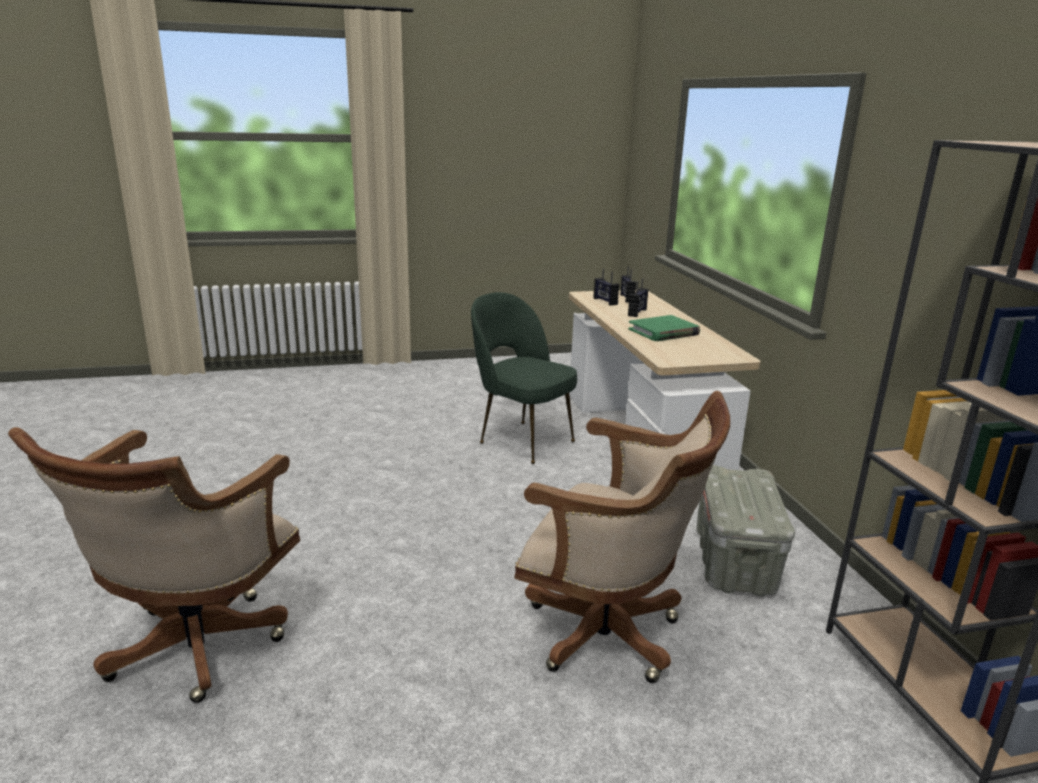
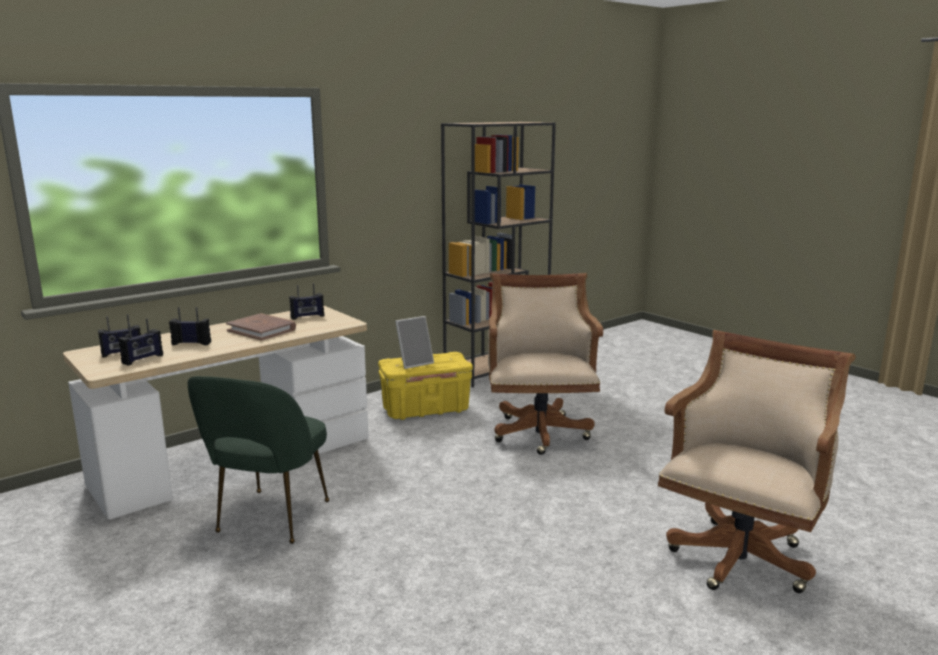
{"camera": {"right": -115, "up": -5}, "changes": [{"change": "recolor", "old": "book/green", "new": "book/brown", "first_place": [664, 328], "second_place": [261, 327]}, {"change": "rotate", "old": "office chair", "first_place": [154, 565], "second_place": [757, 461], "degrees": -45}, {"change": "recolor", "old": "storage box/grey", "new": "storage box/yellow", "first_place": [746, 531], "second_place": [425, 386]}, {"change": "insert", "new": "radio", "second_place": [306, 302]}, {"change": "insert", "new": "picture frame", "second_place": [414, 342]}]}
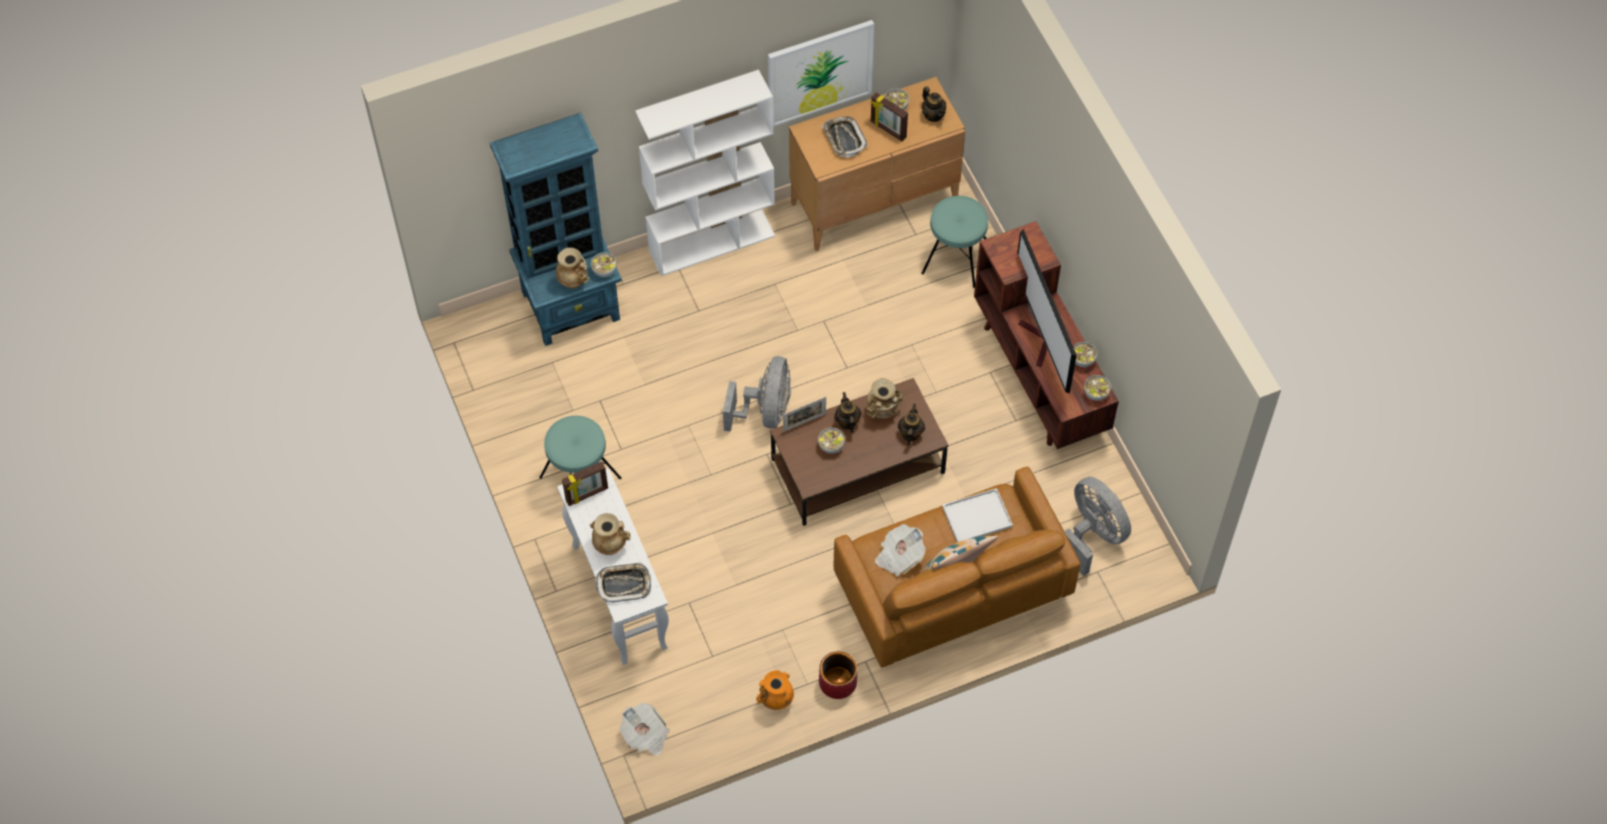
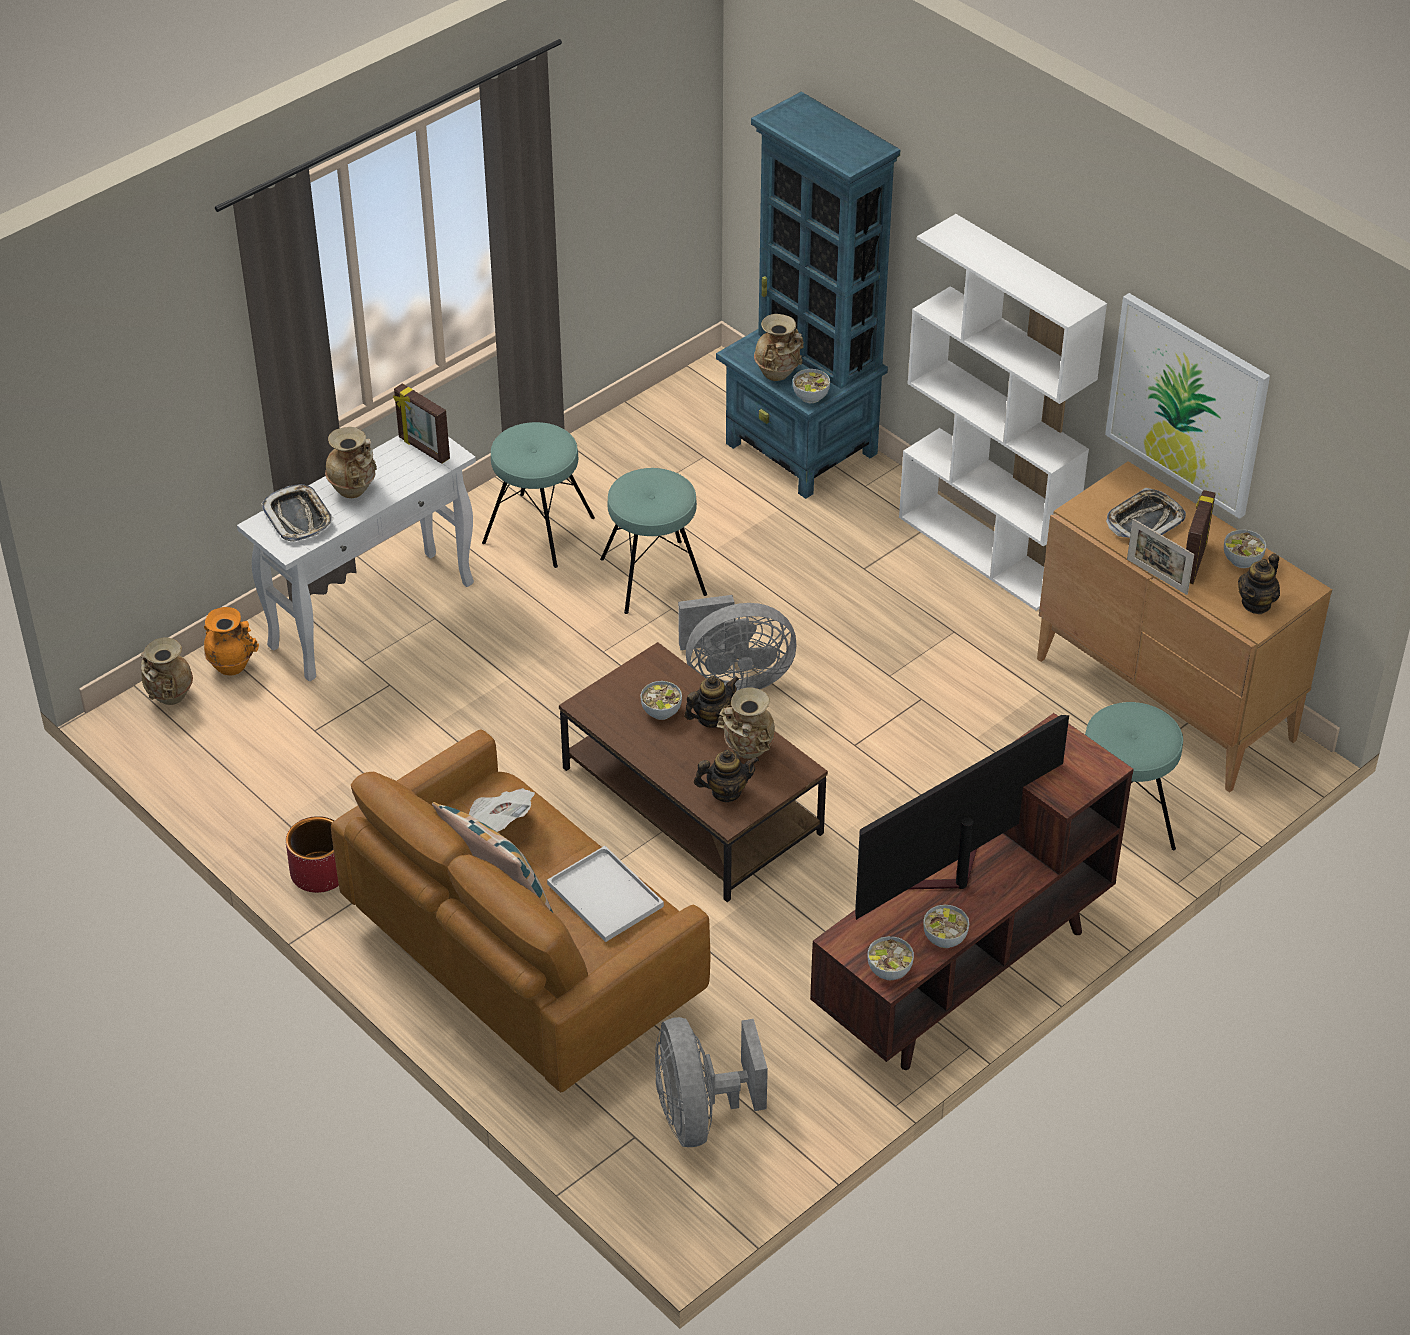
{"camera": {"right": 70, "up": -15}, "changes": [{"change": "move", "old": "picture frame", "first_place": [804, 414], "second_place": [1160, 557]}, {"change": "rotate", "old": "fan/grey", "first_place": [1097, 526], "second_place": [711, 1082], "degrees": 135}, {"change": "move", "old": "vase/orange", "first_place": [775, 690], "second_place": [231, 641]}, {"change": "replace", "old": "newspaper", "new": "vase/beige", "first_place": [645, 729], "second_place": [167, 671]}, {"change": "insert", "new": "stool/turquoise", "second_place": [653, 541]}]}
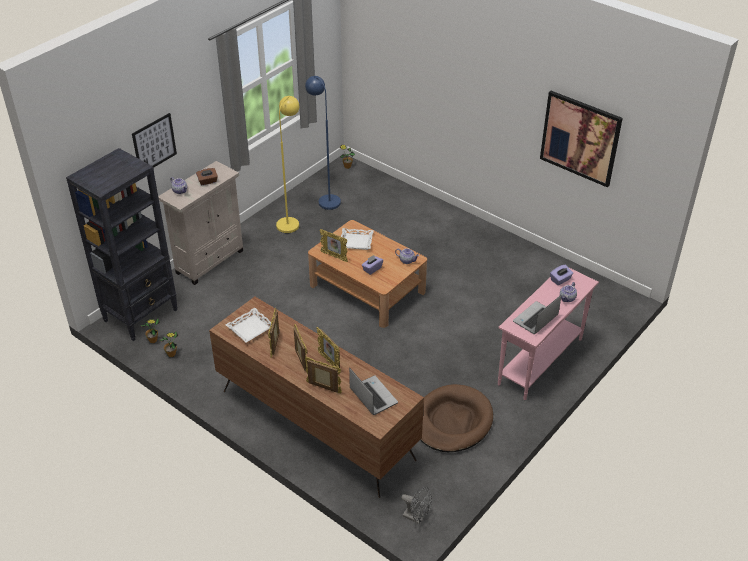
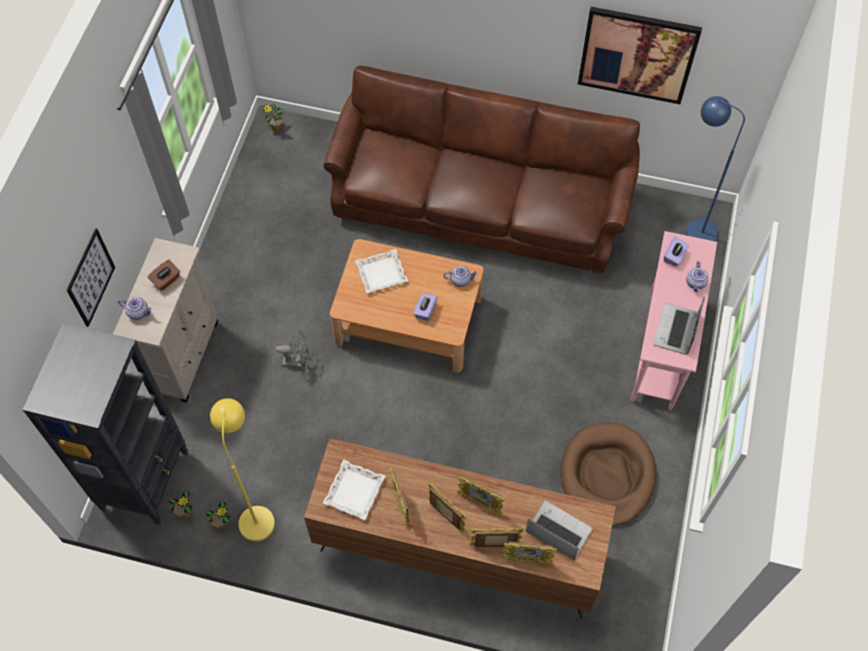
{"camera": {"right": -25, "up": 20}, "changes": [{"change": "move", "old": "floor lamp/blue", "first_place": [323, 143], "second_place": [715, 169]}, {"change": "move", "old": "floor lamp/yellow", "first_place": [287, 164], "second_place": [242, 470]}, {"change": "move", "old": "picture frame", "first_place": [334, 245], "second_place": [529, 553]}, {"change": "move", "old": "fan/grey", "first_place": [416, 505], "second_place": [292, 349]}, {"change": "insert", "new": "sofa/brown", "second_place": [482, 170]}]}
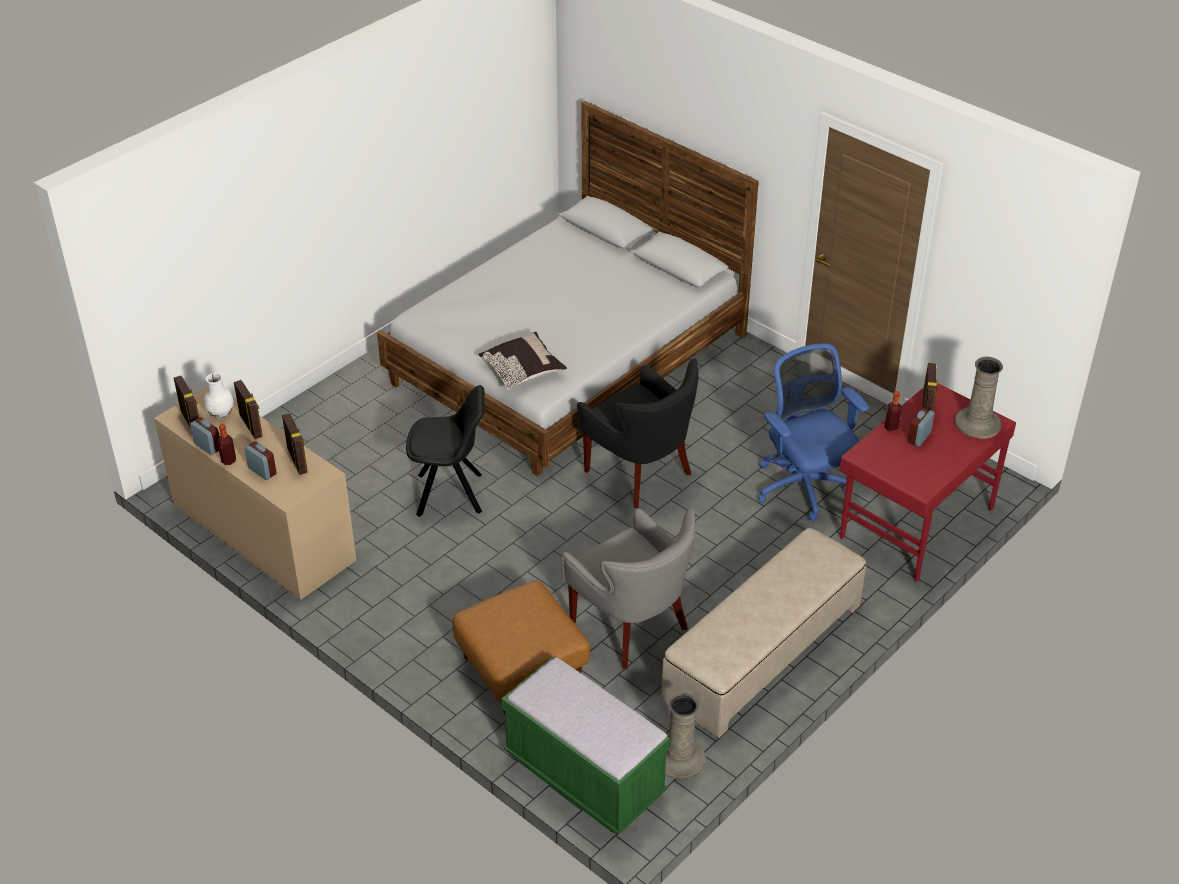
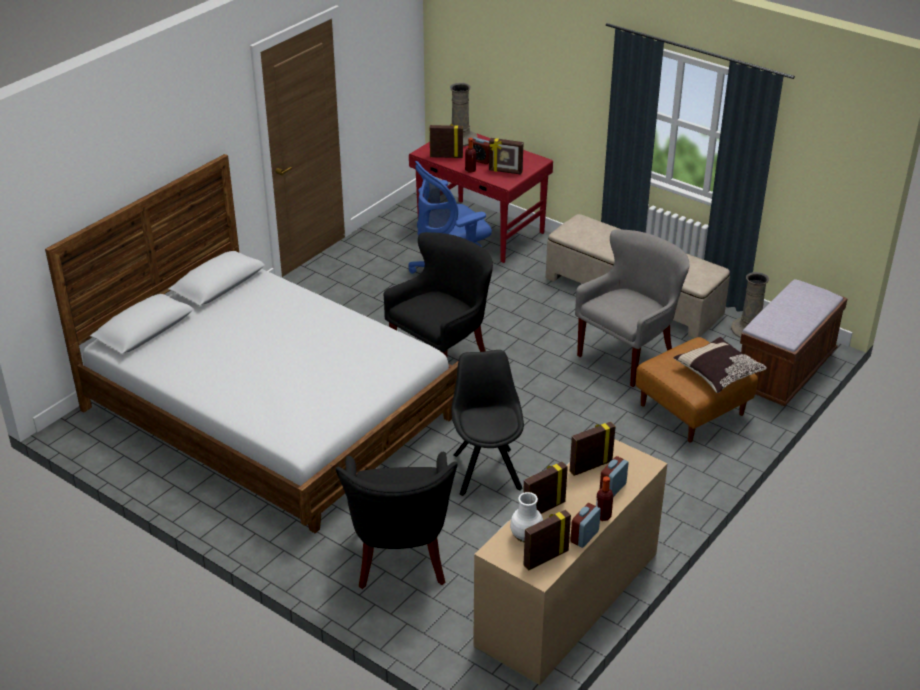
{"camera": {"right": -95, "up": -5}, "changes": [{"change": "move", "old": "pillow", "first_place": [522, 361], "second_place": [720, 365]}, {"change": "recolor", "old": "bench/green", "new": "bench/brown", "first_place": [585, 746], "second_place": [794, 342]}, {"change": "insert", "new": "picture frame", "second_place": [506, 156]}, {"change": "insert", "new": "armchair/black", "second_place": [397, 520]}]}
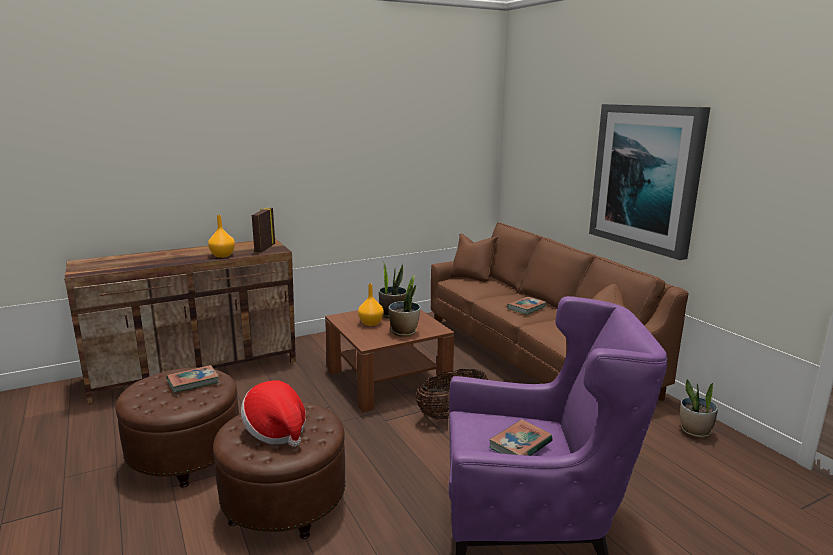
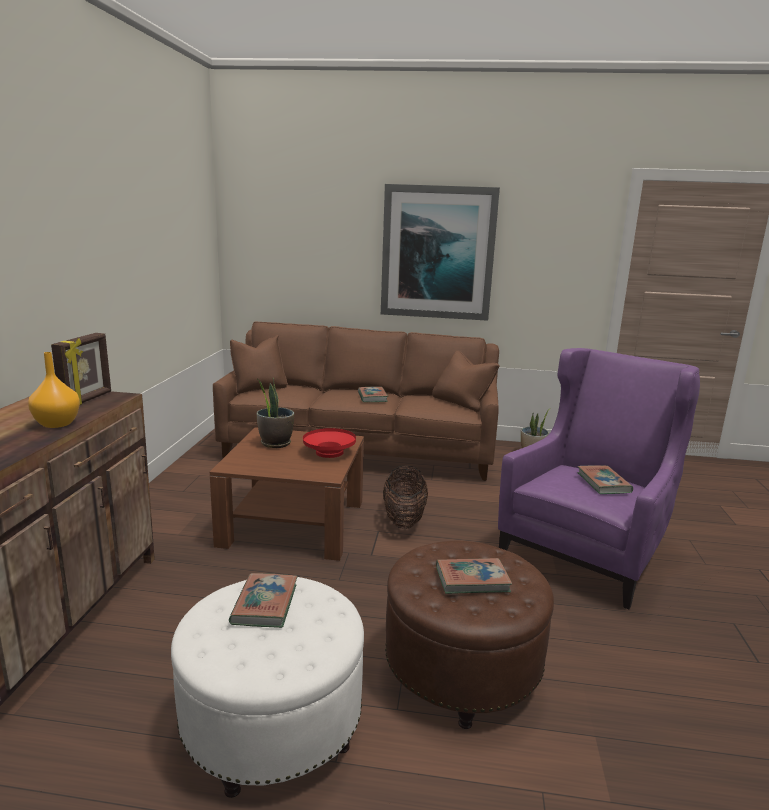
{"camera": {"right": -55, "up": 0}, "changes": [{"change": "rotate", "old": "picture frame", "first_place": [263, 230], "second_place": [81, 369], "degrees": -120}, {"change": "replace", "old": "potted plant", "new": "bowl/red", "first_place": [404, 306], "second_place": [329, 443]}, {"change": "delete", "old": "vase/orange", "first_place": [371, 305]}, {"change": "recolor", "old": "ottoman/brown", "new": "ottoman/white", "first_place": [177, 428], "second_place": [267, 687]}, {"change": "replace", "old": "hat", "new": "book", "first_place": [273, 413], "second_place": [474, 576]}]}
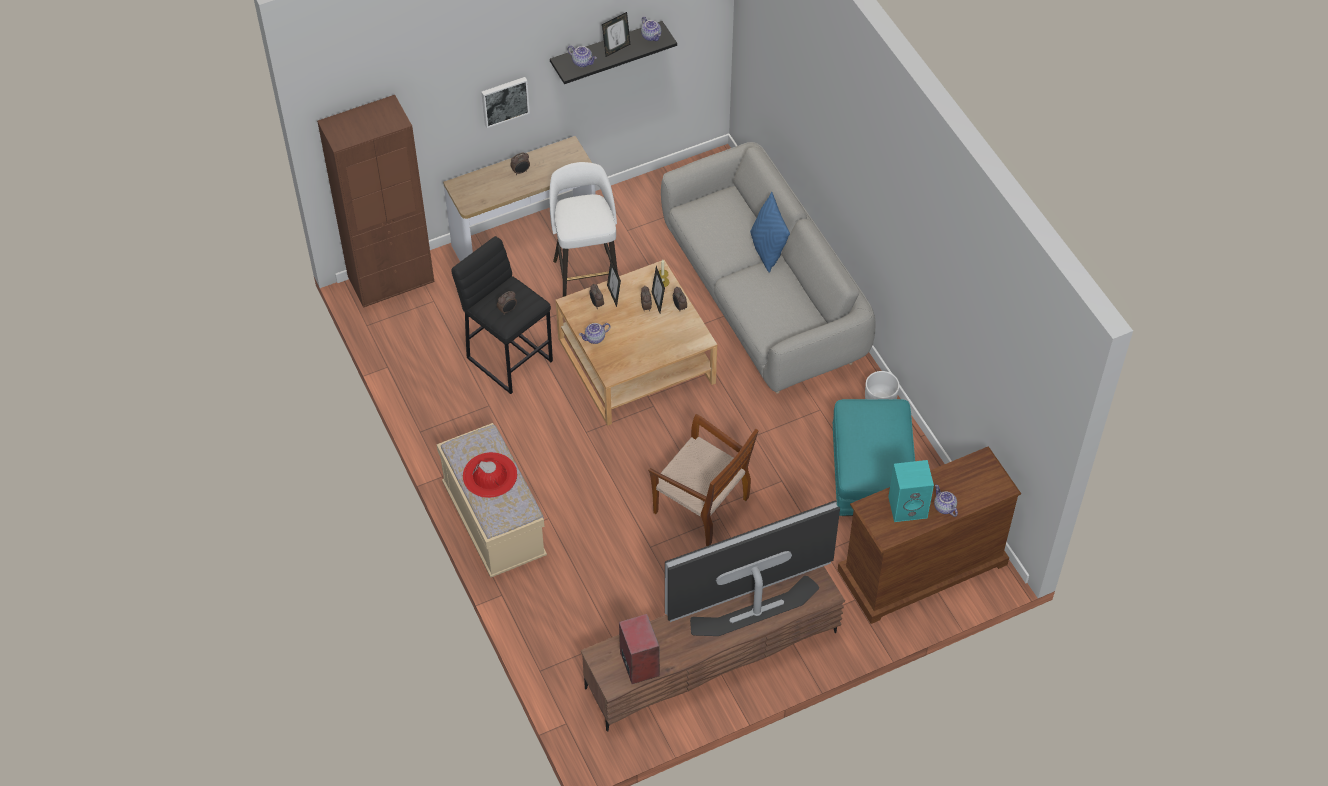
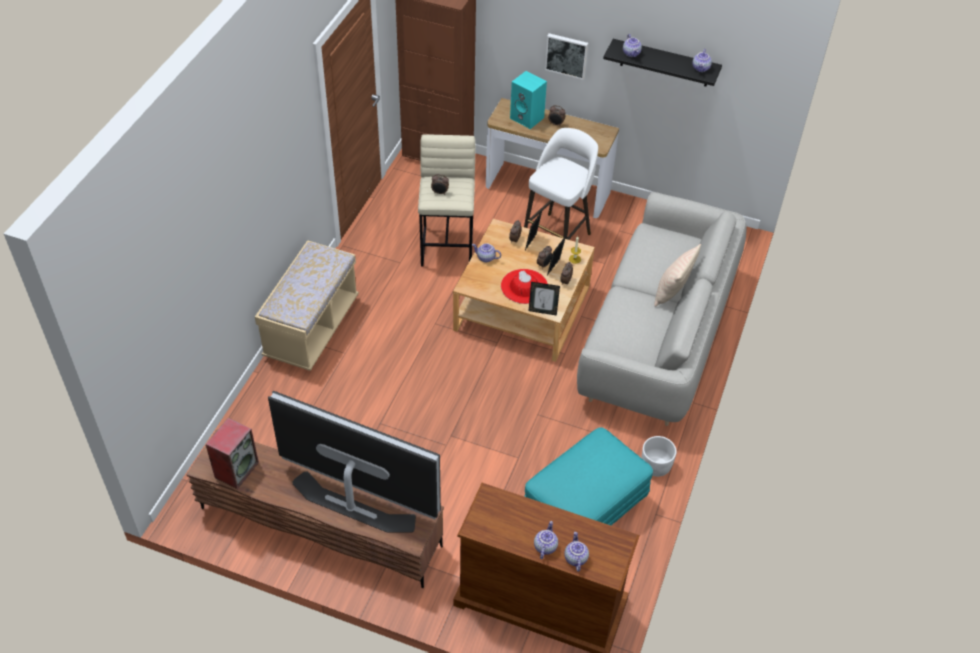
{"camera": {"right": 45, "up": -5}, "changes": [{"change": "move", "old": "picture frame", "first_place": [616, 34], "second_place": [544, 299]}, {"change": "recolor", "old": "pillow/blue", "new": "pillow/beige", "first_place": [770, 232], "second_place": [677, 275]}, {"change": "recolor", "old": "stool/black", "new": "stool/beige", "first_place": [502, 315], "second_place": [446, 200]}, {"change": "delete", "old": "armchair/brown", "first_place": [703, 480]}, {"change": "move", "old": "hat/red", "first_place": [490, 475], "second_place": [524, 286]}, {"change": "move", "old": "speaker/turquoise", "first_place": [911, 491], "second_place": [528, 100]}, {"change": "insert", "new": "teapot", "second_place": [576, 552]}]}
